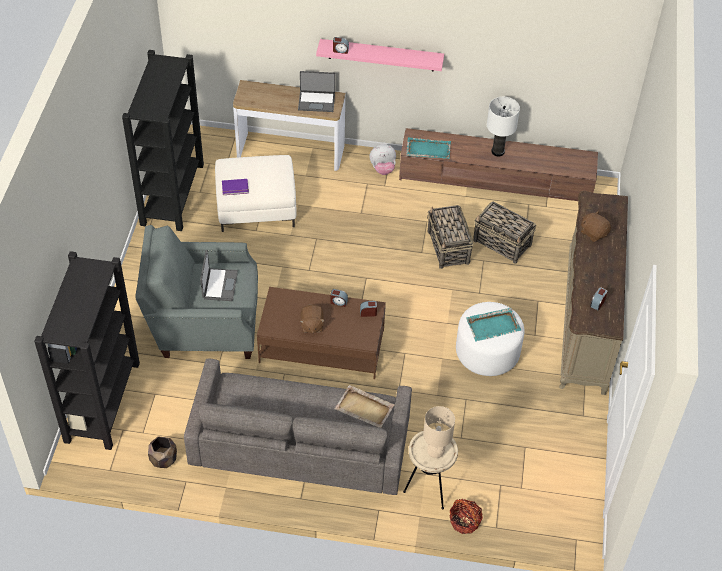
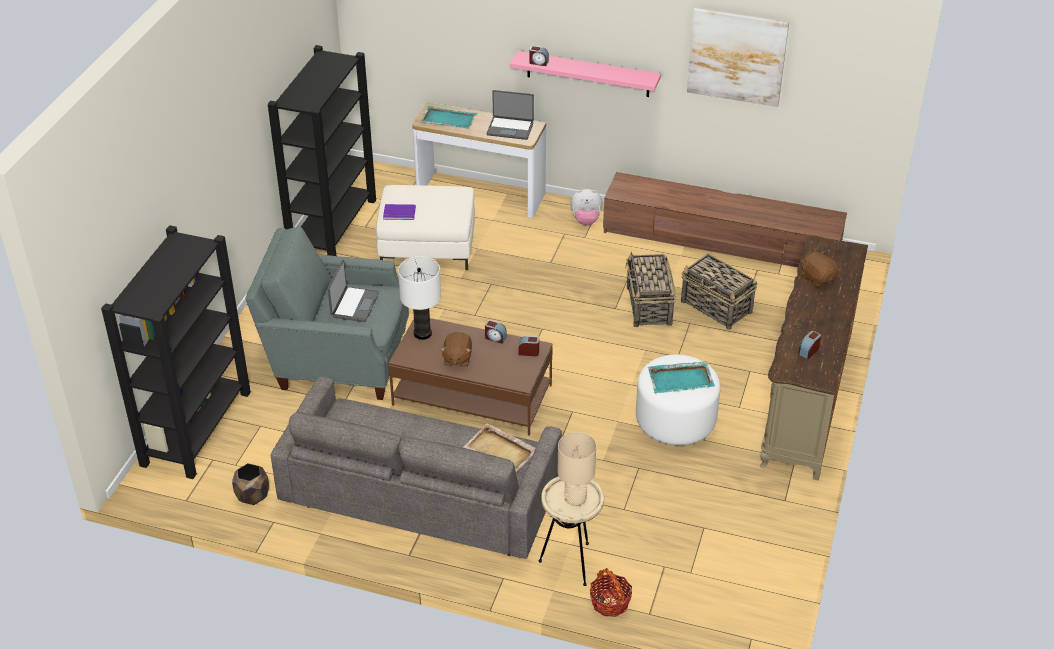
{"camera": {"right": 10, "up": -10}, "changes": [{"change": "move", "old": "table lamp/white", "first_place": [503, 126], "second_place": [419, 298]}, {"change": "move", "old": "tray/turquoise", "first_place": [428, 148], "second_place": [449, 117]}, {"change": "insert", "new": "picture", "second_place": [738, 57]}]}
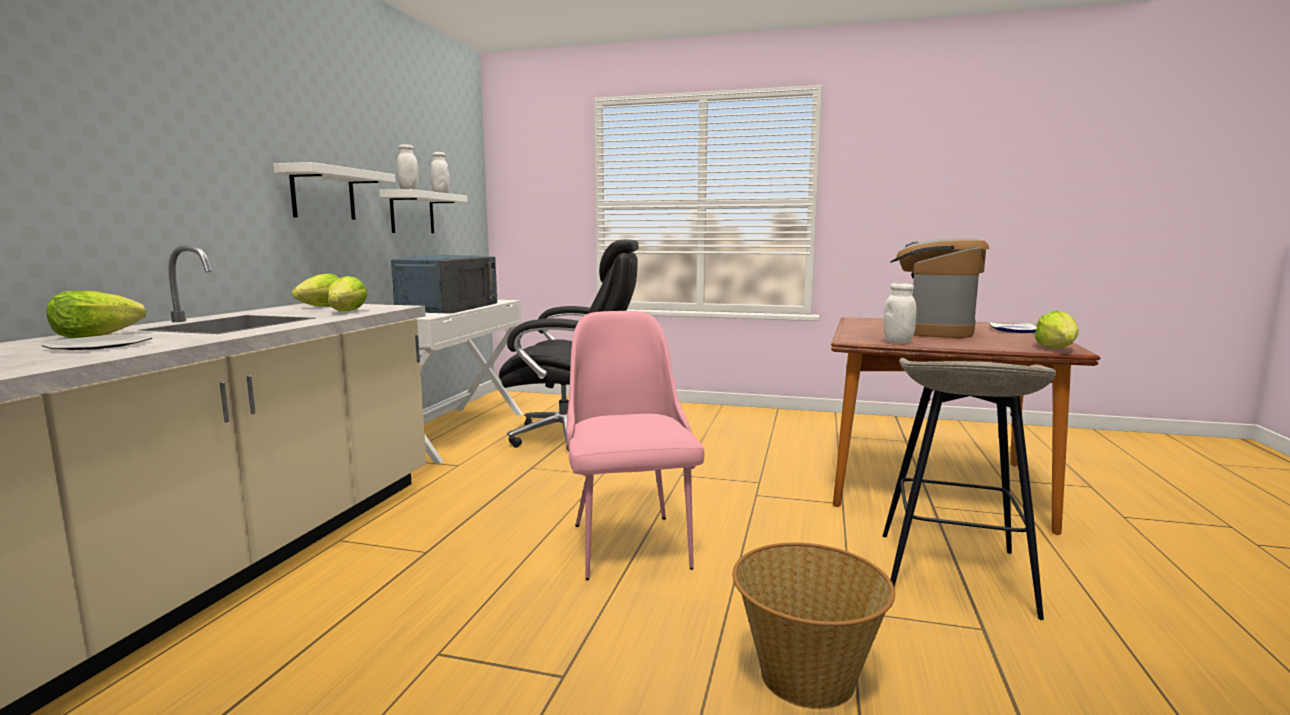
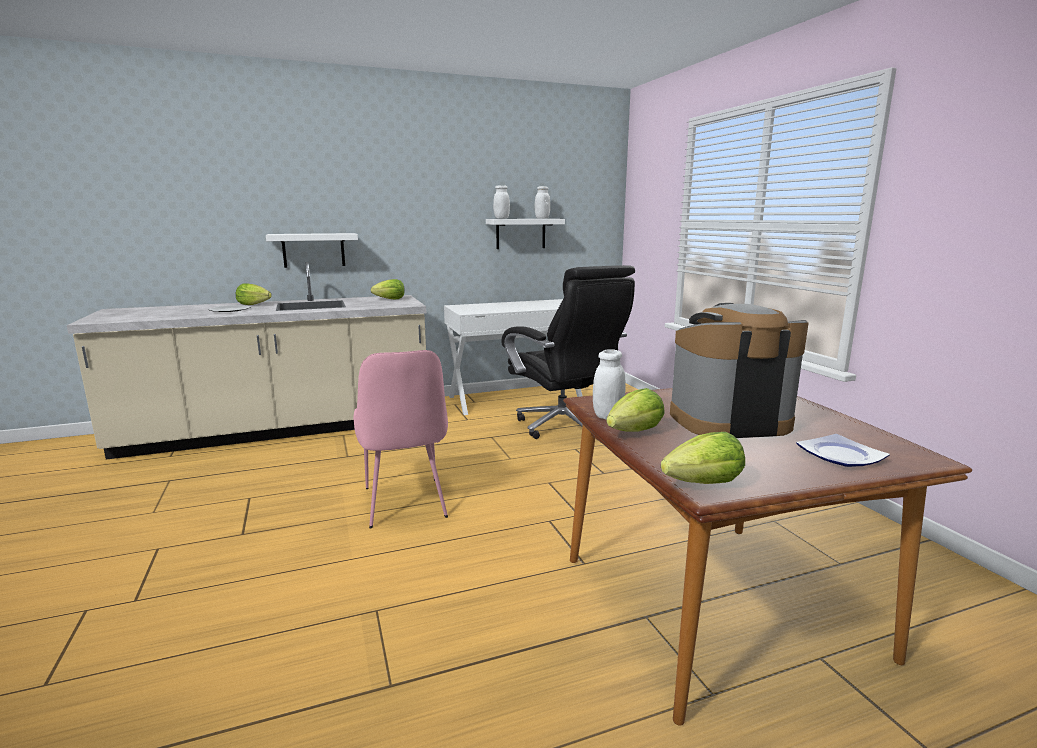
{"camera": {"right": 55, "up": 5}, "changes": [{"change": "move", "old": "shelf/white", "first_place": [334, 191], "second_place": [312, 250]}, {"change": "delete", "old": "microwave/blue", "first_place": [444, 284]}, {"change": "move", "old": "lettuce", "first_place": [348, 293], "second_place": [635, 410]}, {"change": "rotate", "old": "chair/pink", "first_place": [635, 445], "second_place": [400, 439], "degrees": 120}, {"change": "delete", "old": "stool/grey", "first_place": [970, 489]}, {"change": "delete", "old": "basket", "first_place": [813, 625]}]}
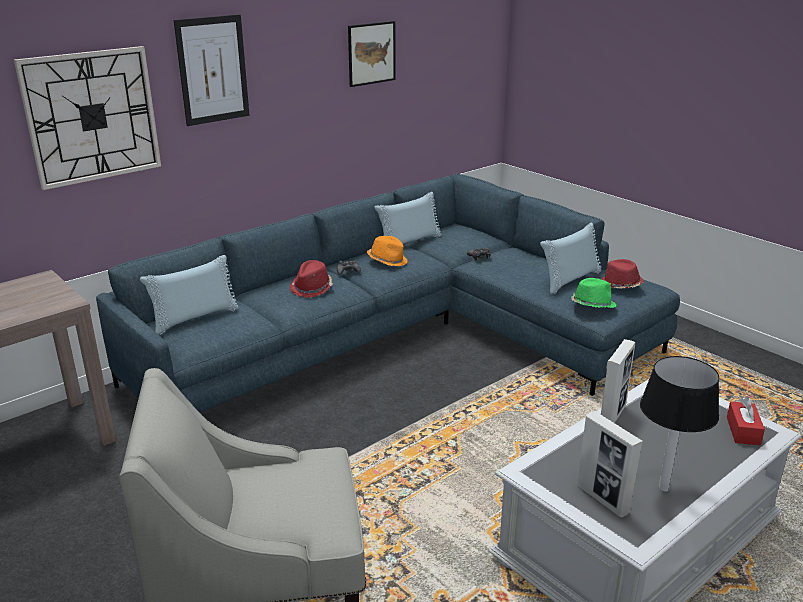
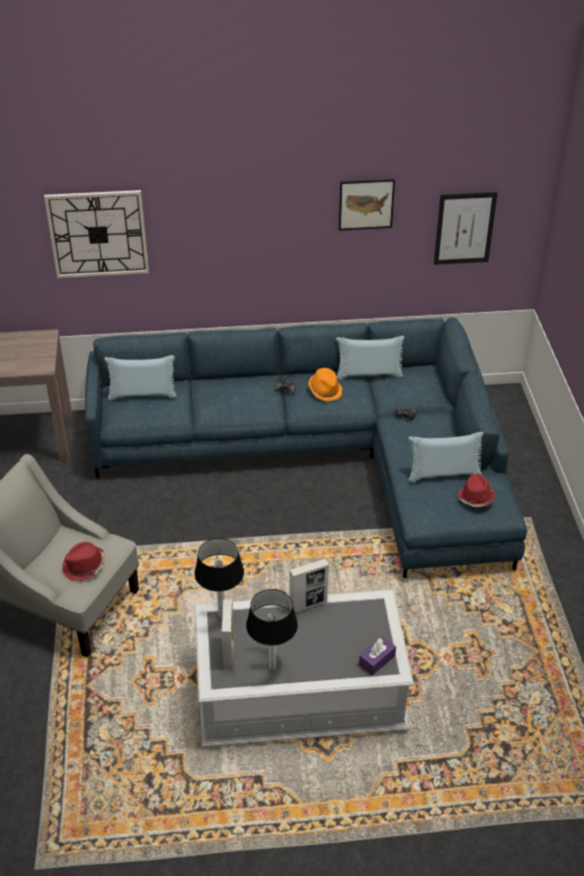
{"camera": {"right": 35, "up": 15}, "changes": [{"change": "move", "old": "picture", "first_place": [211, 70], "second_place": [466, 228]}, {"change": "move", "old": "hat/red", "first_place": [311, 279], "second_place": [83, 561]}, {"change": "delete", "old": "hat/green", "first_place": [594, 293]}, {"change": "recolor", "old": "tissue box/red", "new": "tissue box/purple", "first_place": [746, 421], "second_place": [377, 655]}, {"change": "insert", "new": "table lamp", "second_place": [219, 578]}]}
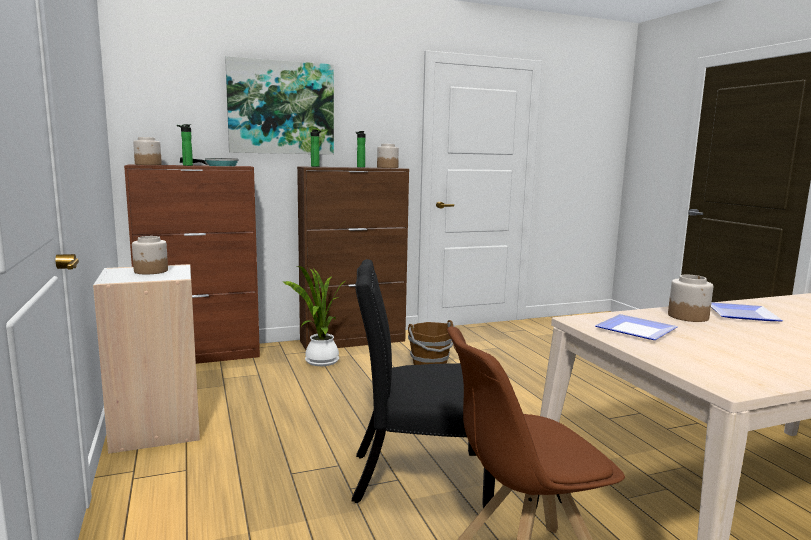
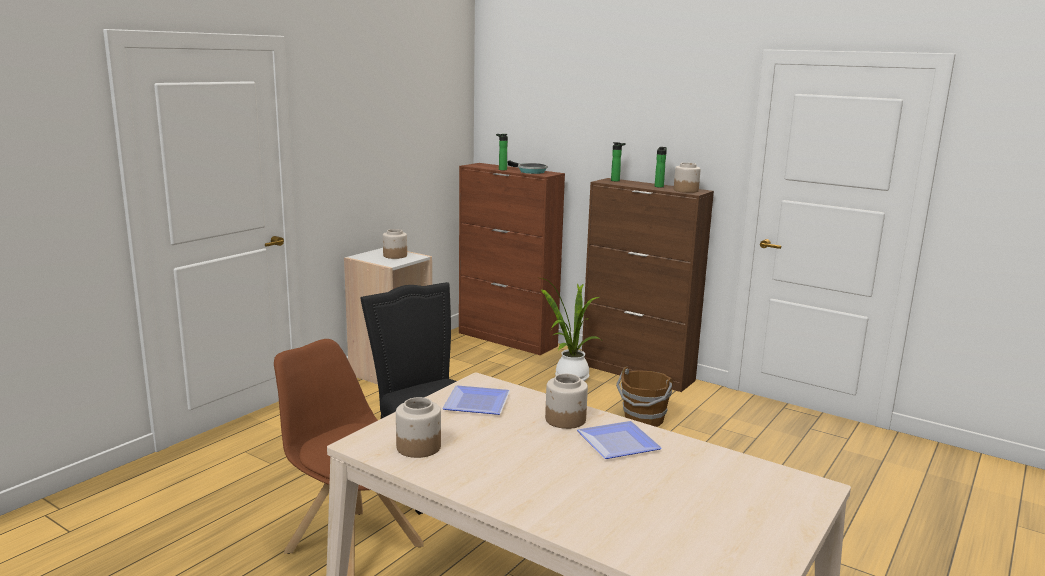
{"camera": {"right": 55, "up": 5}, "changes": [{"change": "delete", "old": "picture", "first_place": [279, 105]}, {"change": "move", "old": "jar", "first_place": [147, 151], "second_place": [418, 427]}]}
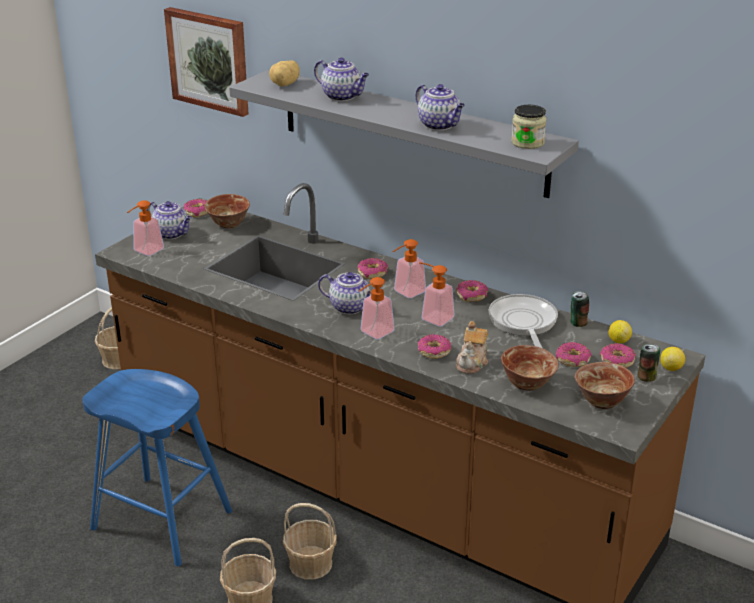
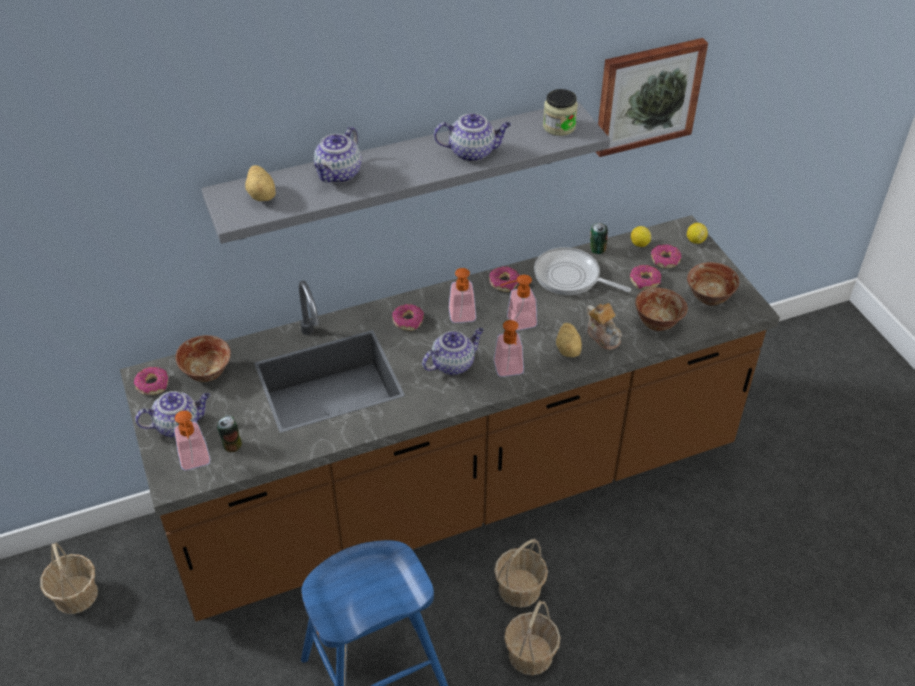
{"camera": {"right": -55, "up": 15}, "changes": [{"change": "move", "old": "picture", "first_place": [206, 62], "second_place": [652, 97]}, {"change": "rotate", "old": "teapot", "first_place": [342, 79], "second_place": [338, 155], "degrees": 135}, {"change": "replace", "old": "donut", "new": "potato", "first_place": [434, 346], "second_place": [569, 340]}, {"change": "move", "old": "can", "first_place": [649, 363], "second_place": [229, 433]}]}
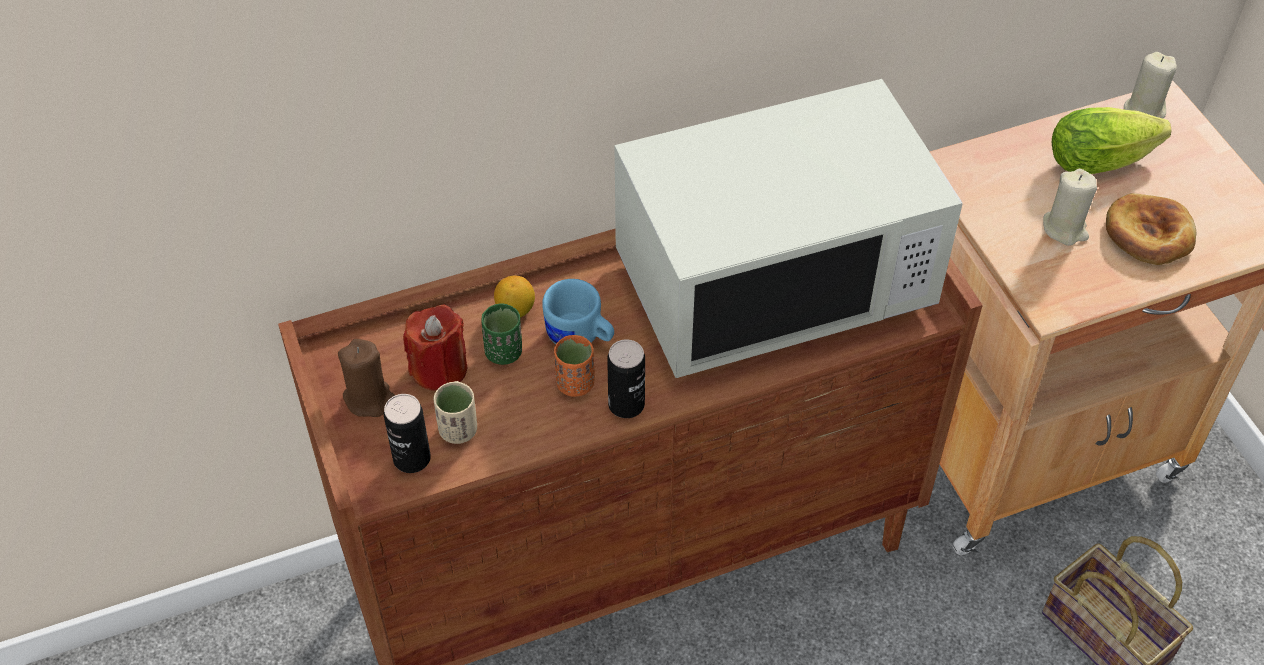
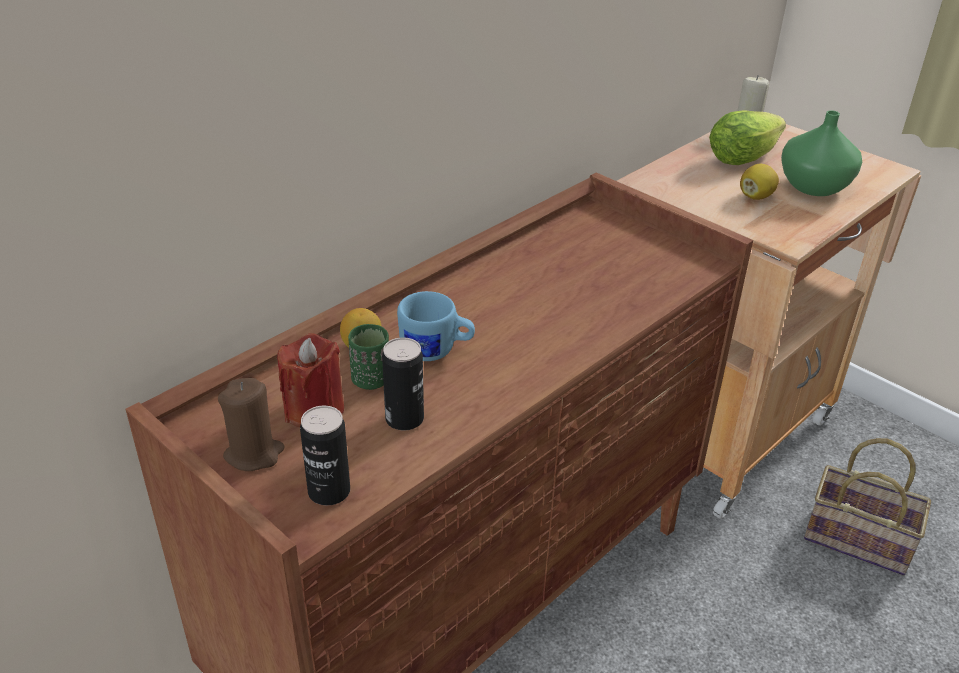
{"camera": {"right": -25, "up": -15}, "changes": [{"change": "delete", "old": "microwave/white", "first_place": [788, 228]}, {"change": "replace", "old": "candle/beige", "new": "lemon", "first_place": [1070, 207], "second_place": [759, 182]}, {"change": "replace", "old": "bread", "new": "vase/green", "first_place": [1151, 229], "second_place": [821, 153]}, {"change": "delete", "old": "cup/orange", "first_place": [574, 366]}, {"change": "move", "old": "can", "first_place": [626, 378], "second_place": [403, 384]}, {"change": "delete", "old": "cup/beige", "first_place": [455, 412]}]}
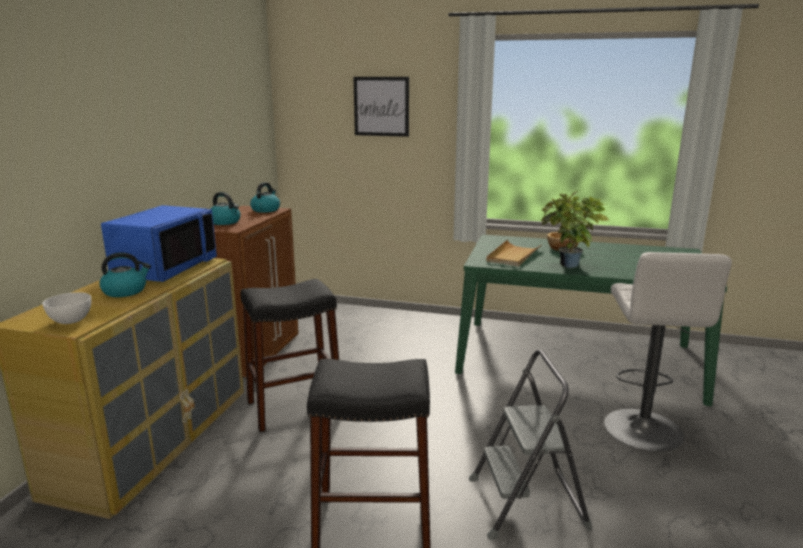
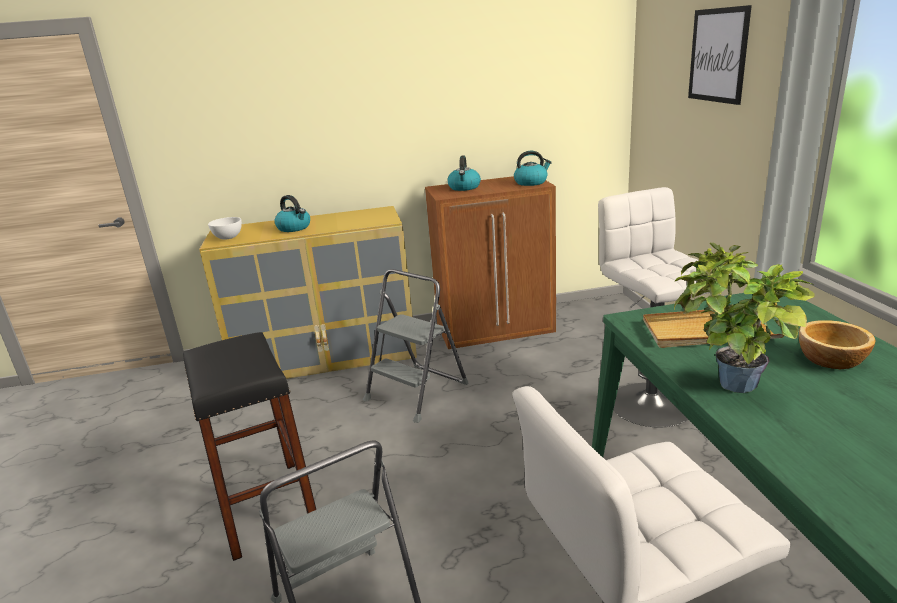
{"camera": {"right": 65, "up": 5}, "changes": [{"change": "delete", "old": "microwave/blue", "first_place": [159, 243]}, {"change": "replace", "old": "stool/black", "new": "step ladder/grey", "first_place": [290, 355], "second_place": [415, 346]}, {"change": "insert", "new": "stool/white", "second_place": [664, 307]}]}
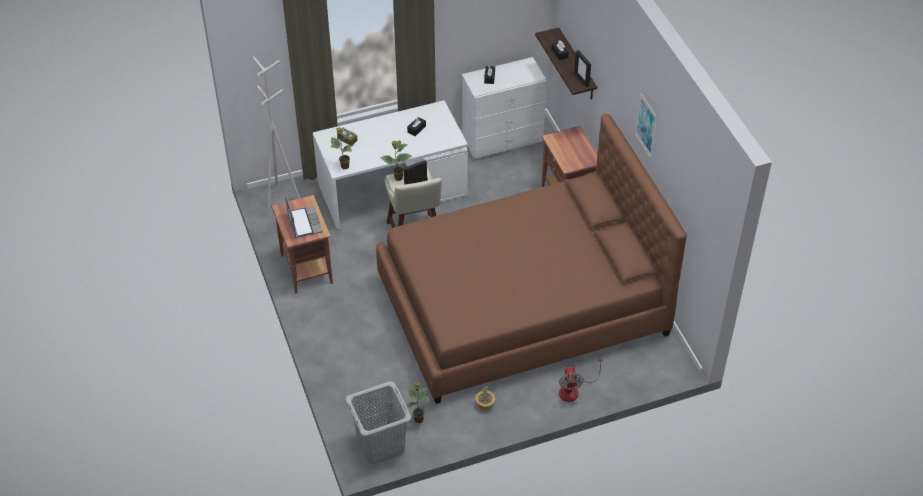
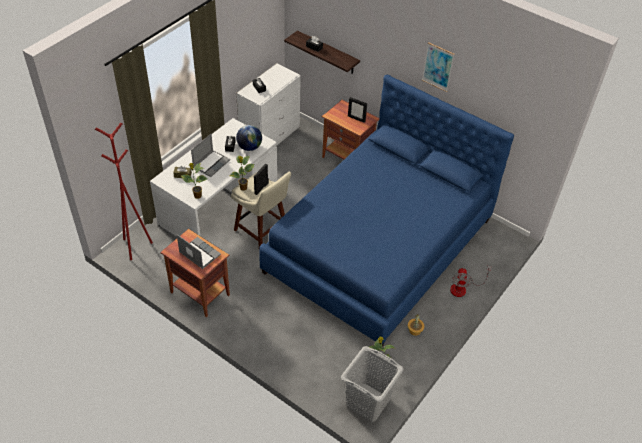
{"camera": {"right": -35, "up": 0}, "changes": [{"change": "move", "old": "picture frame", "first_place": [582, 68], "second_place": [357, 110]}, {"change": "recolor", "old": "clothes rack/grey", "new": "clothes rack/red", "first_place": [276, 132], "second_place": [124, 191]}, {"change": "recolor", "old": "bed/brown", "new": "bed/blue", "first_place": [531, 259], "second_place": [386, 211]}, {"change": "rotate", "old": "fan", "first_place": [581, 379], "second_place": [471, 281], "degrees": 45}, {"change": "insert", "new": "globe", "second_place": [249, 138]}, {"change": "insert", "new": "laptop", "second_place": [210, 155]}]}
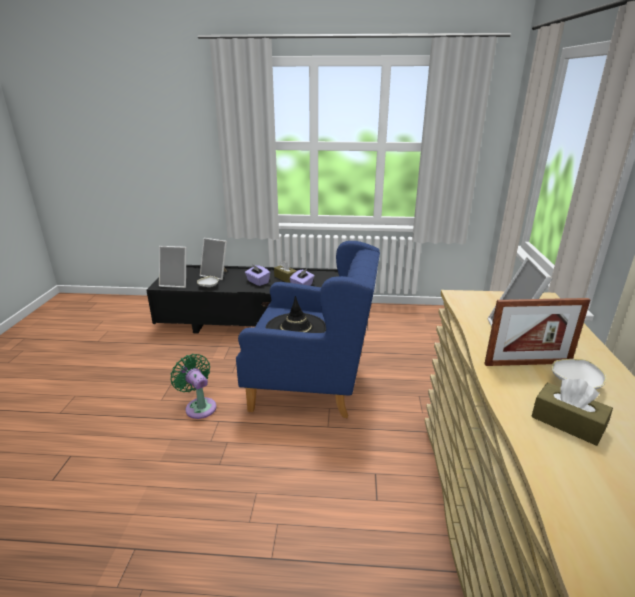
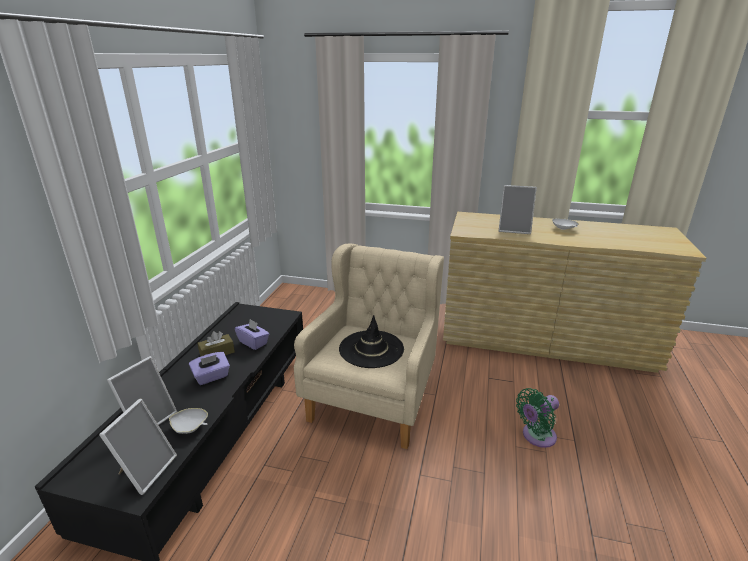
{"camera": {"right": -80, "up": 0}, "changes": [{"change": "recolor", "old": "armchair/blue", "new": "armchair/beige", "first_place": [308, 329], "second_place": [369, 346]}, {"change": "delete", "old": "picture frame", "first_place": [537, 332]}, {"change": "move", "old": "fan/green", "first_place": [194, 386], "second_place": [537, 418]}, {"change": "delete", "old": "tissue box/brown", "first_place": [572, 412]}]}
